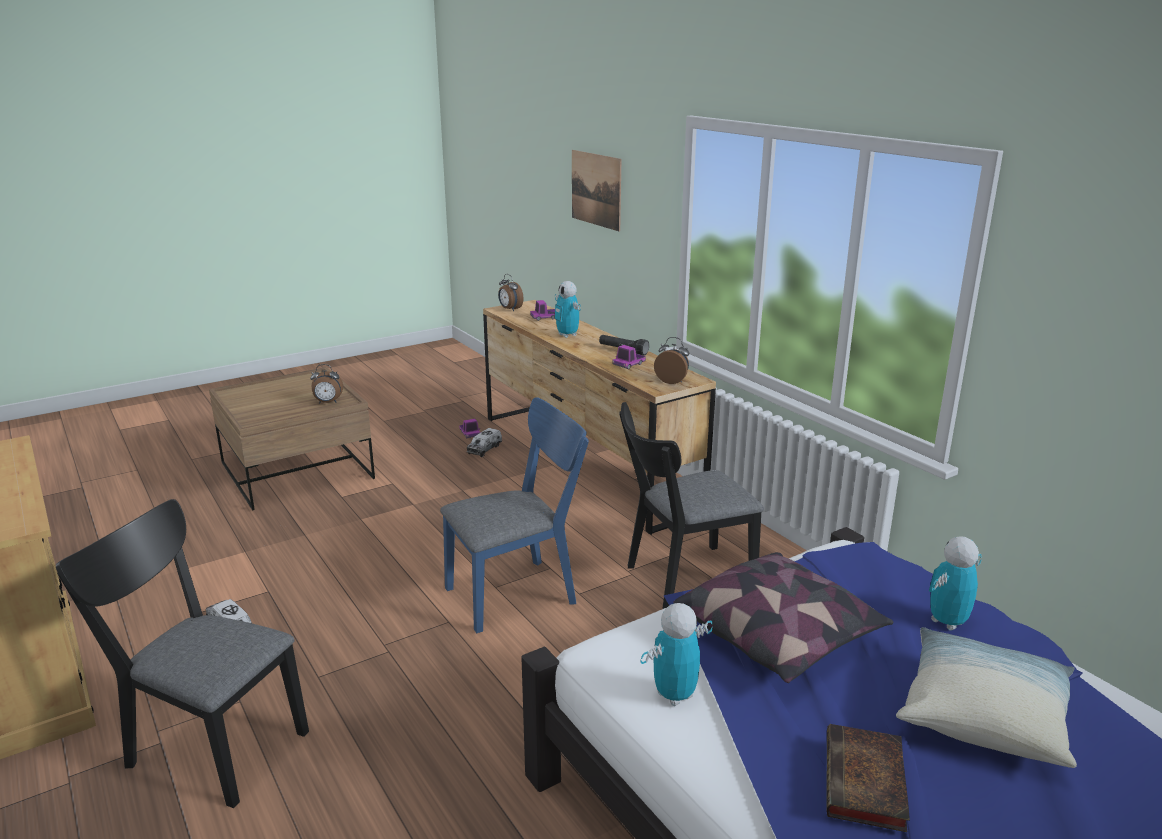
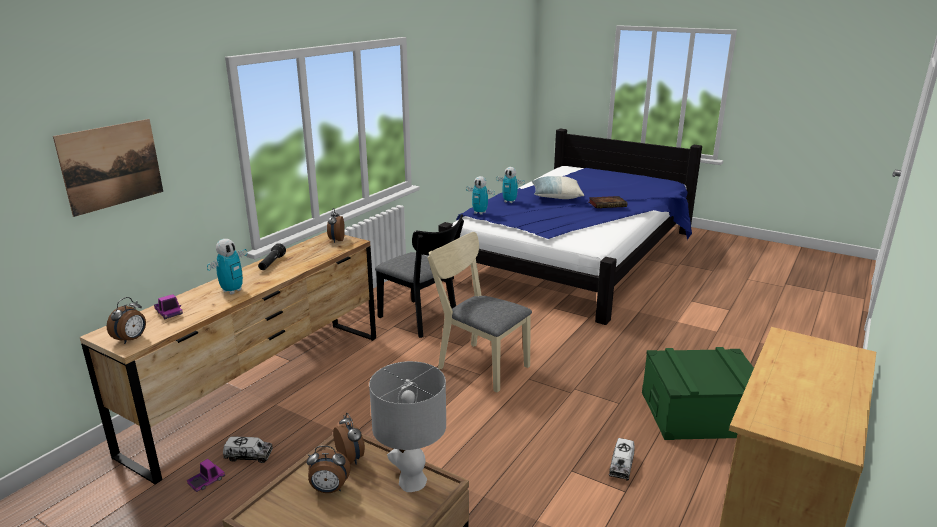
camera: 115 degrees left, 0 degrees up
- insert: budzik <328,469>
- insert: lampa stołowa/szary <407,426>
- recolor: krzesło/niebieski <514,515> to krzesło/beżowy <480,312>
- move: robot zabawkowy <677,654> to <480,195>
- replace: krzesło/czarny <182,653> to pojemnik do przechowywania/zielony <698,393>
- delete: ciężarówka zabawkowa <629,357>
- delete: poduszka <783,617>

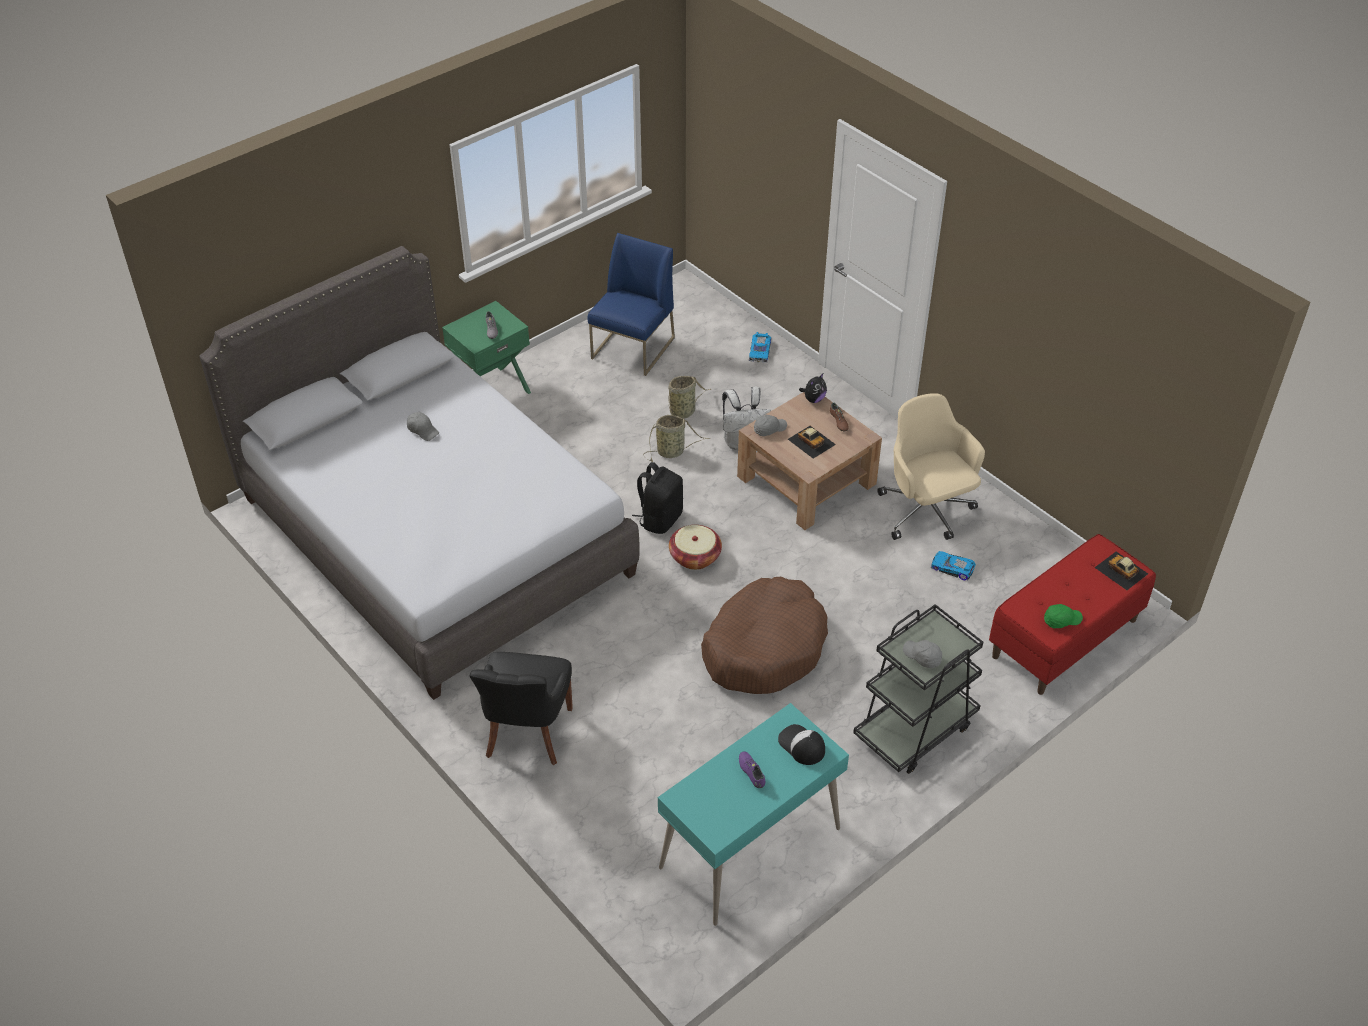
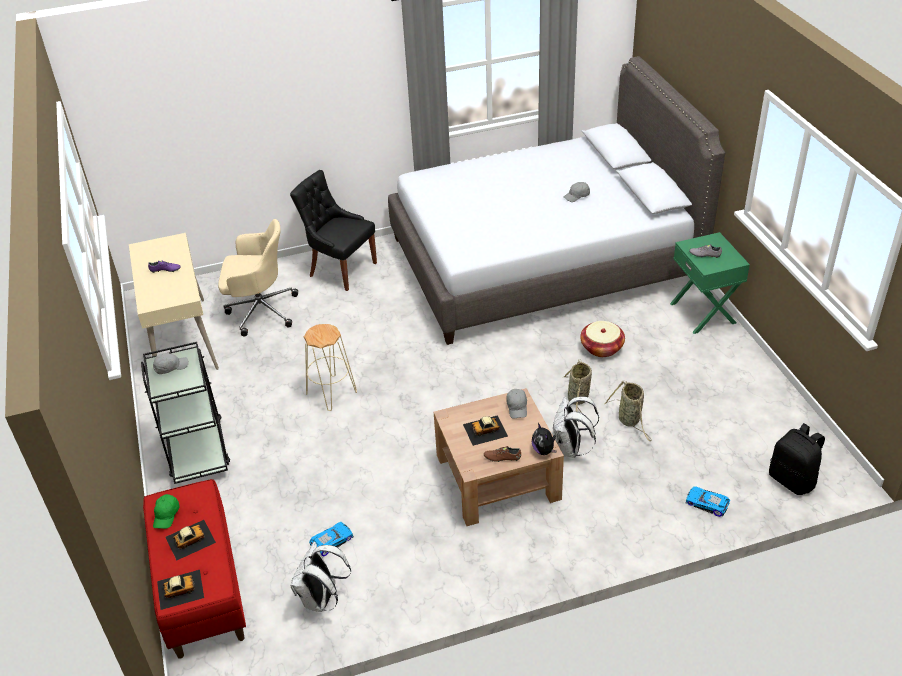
camera: 115 degrees right, 5 degrees down
- recolor: biurko/turkusowy <753,814> to biurko/beżowy <174,301>
- insert: samochodzik <191,540>
- move: krzesło biurowe/beżowy <931,466> to <258,278>
- insert: plecak/biały <321,576>
- replace: legowisko/brązowy <764,635> to stołek/beżowy <330,367>
- move: koszyk <695,547> to <602,339>
- move: plecak/czarny <657,498> to <797,459>
- delete: krzesło/niebieski <631,304>
- delete: czapka z daszkiem <801,744>

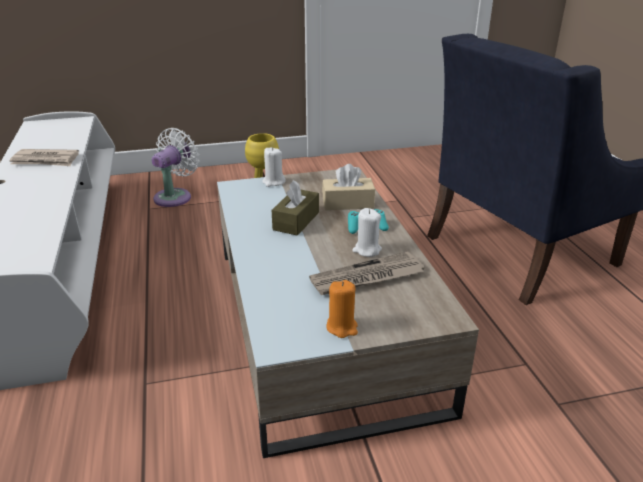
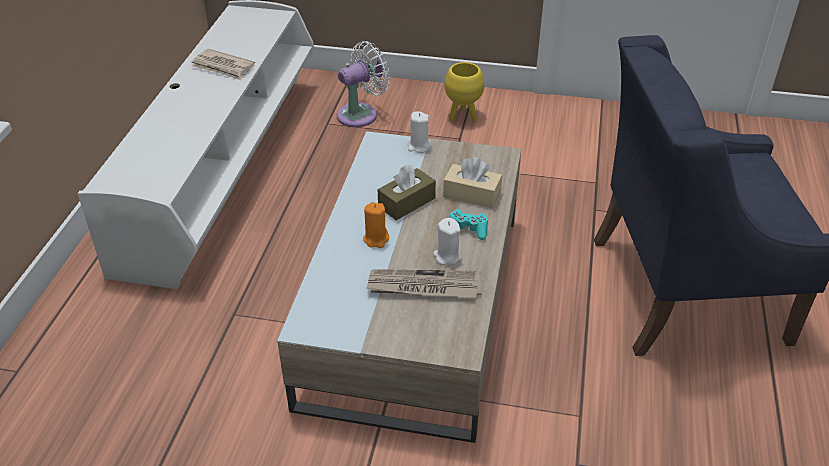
camera: 25 degrees right, 10 degrees up
- move: świeca/pomarańczowy <342,309> to <376,225>

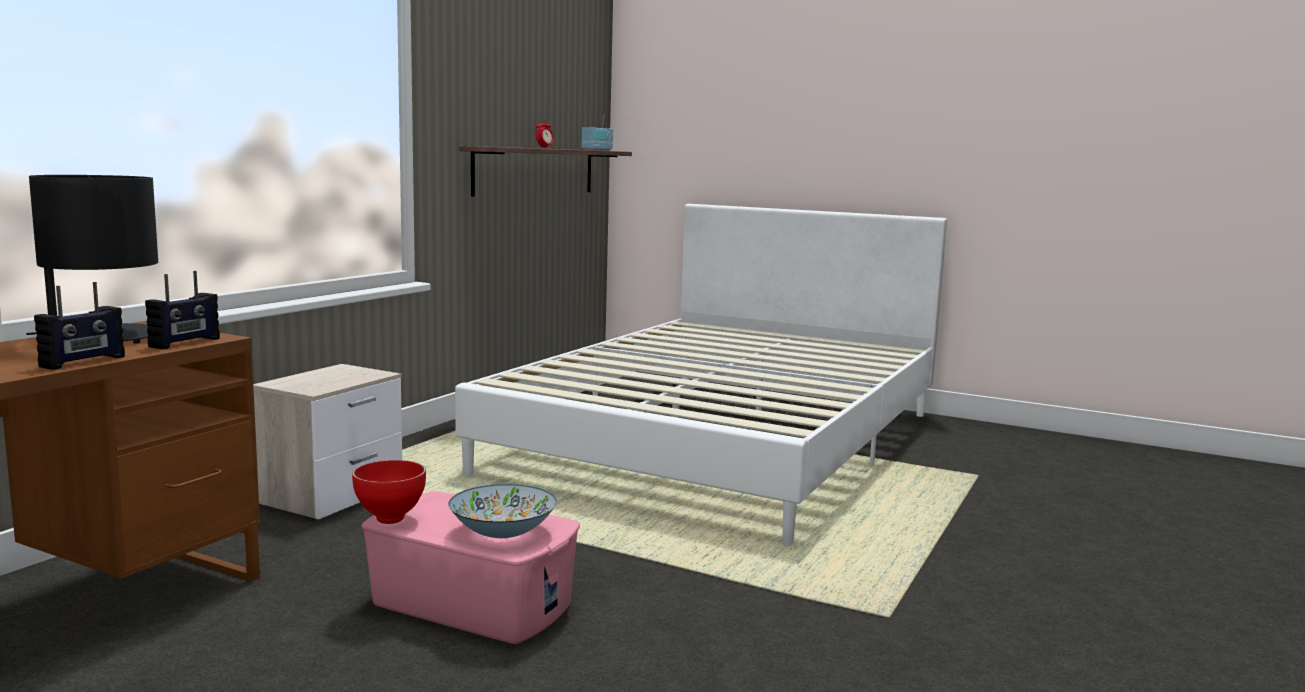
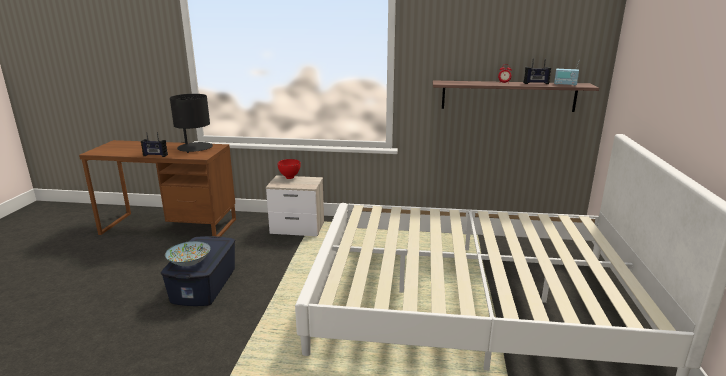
camera: 70 degrees right, 10 degrees up
- recolor: pojemnik do przechowywania/różowy <470,567> to pojemnik do przechowywania/niebieski <198,271>
- move: miska/czerwony <389,492> to <288,169>
- move: radio <182,310> to <537,71>

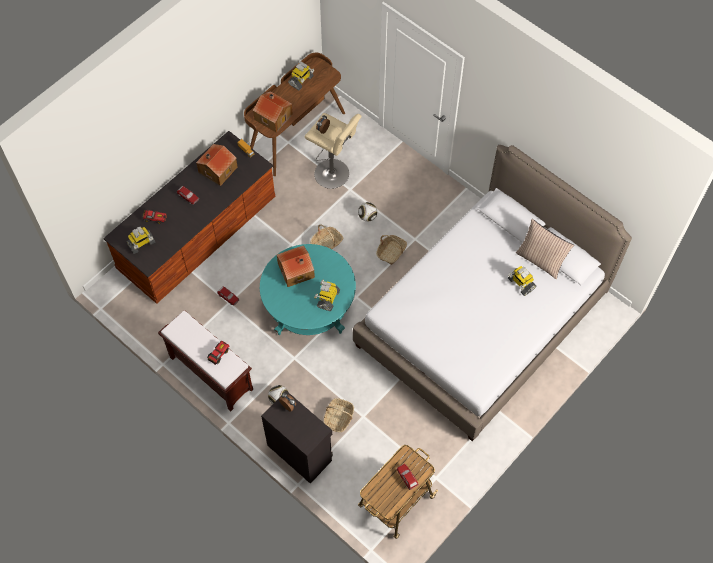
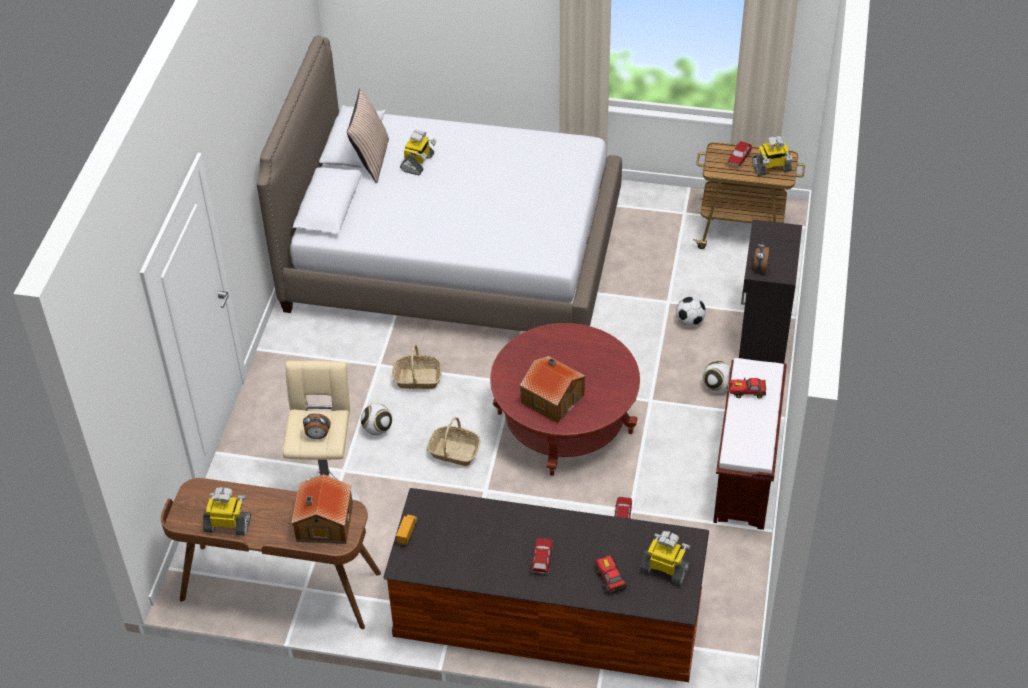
camera: 120 degrees left, 15 degrees down
- recolor: ława/turkusowy <308,289> to ława/czerwony <565,399>
- replace: koszyk <339,415> to piłka futbolowa <691,311>
- move: robot zabawkowy <327,295> to <772,156>
- delete: domek <217,165>

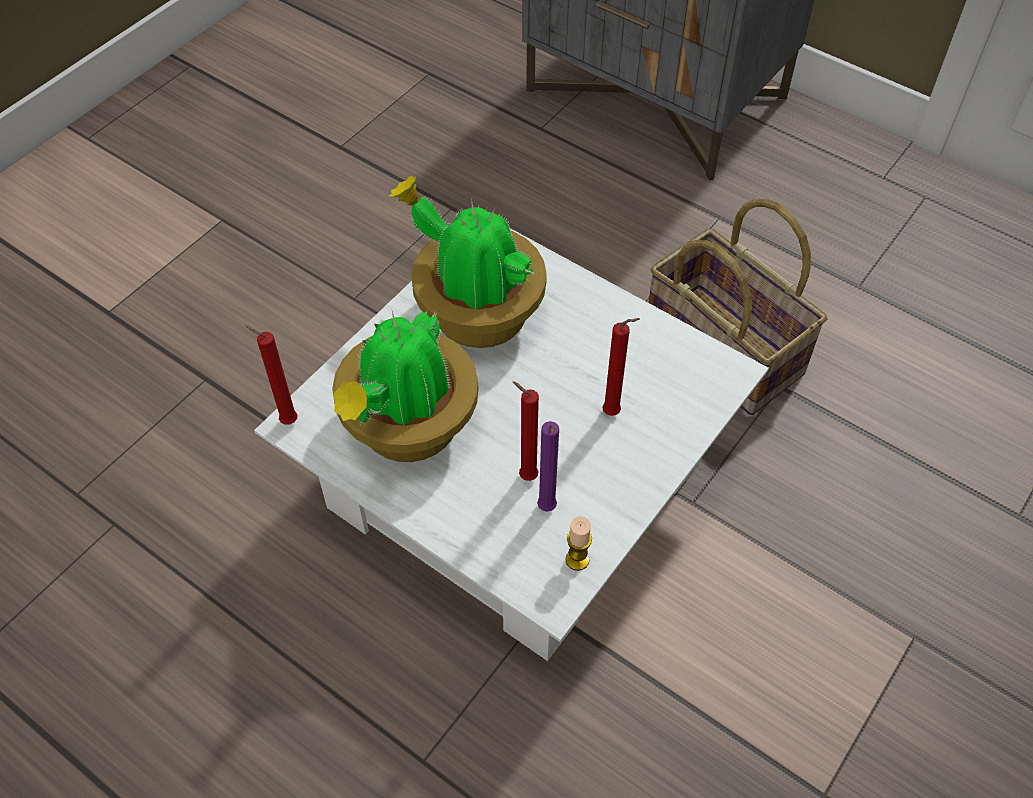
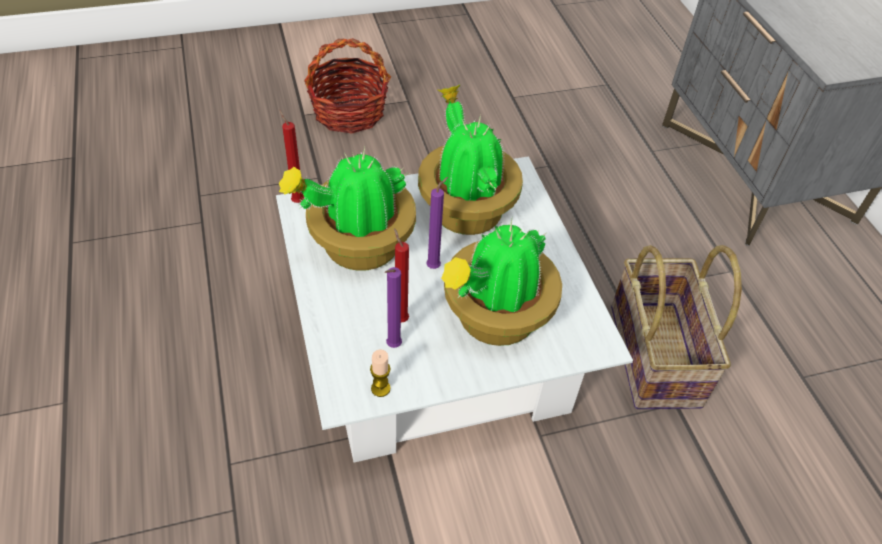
camera: 35 degrees right, 5 degrees down
- insert: koszyk <347,86>
- insert: świeca/fioletowy <437,223>
- replace: świeca/czerwony <621,367> to roślina doniczkowa <501,282>

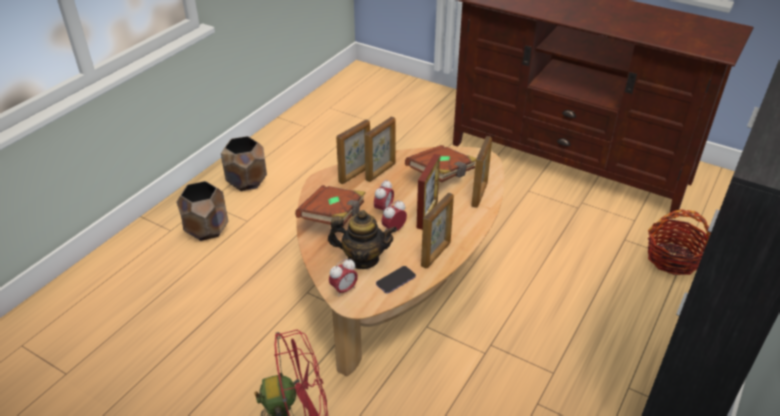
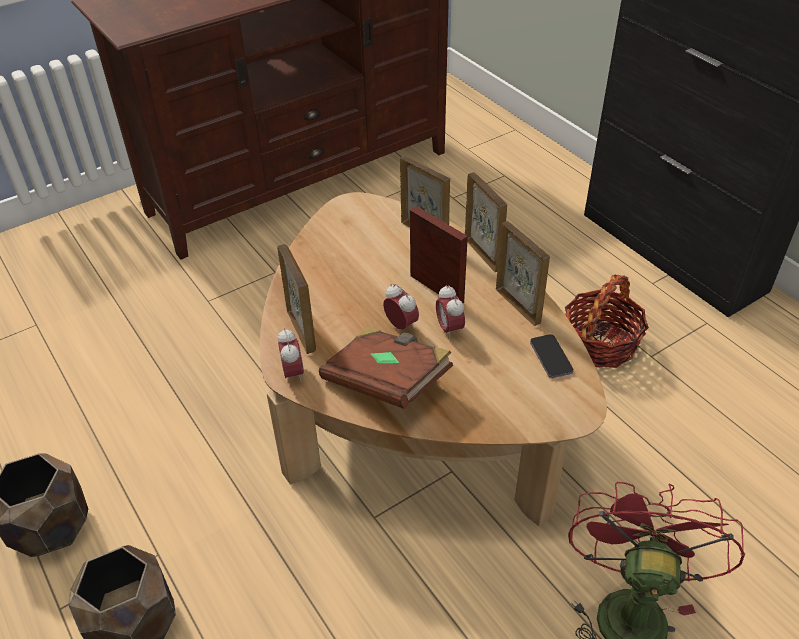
camera: 65 degrees left, 5 degrees up
- move: budzik <343,278> to <290,355>
- move: ramka na zdjęcie <380,149> to <486,222>
- move: koszyk <679,242> to <607,321>
- delete: imbryk <362,239>
- delete: książka/brązowy <440,163>

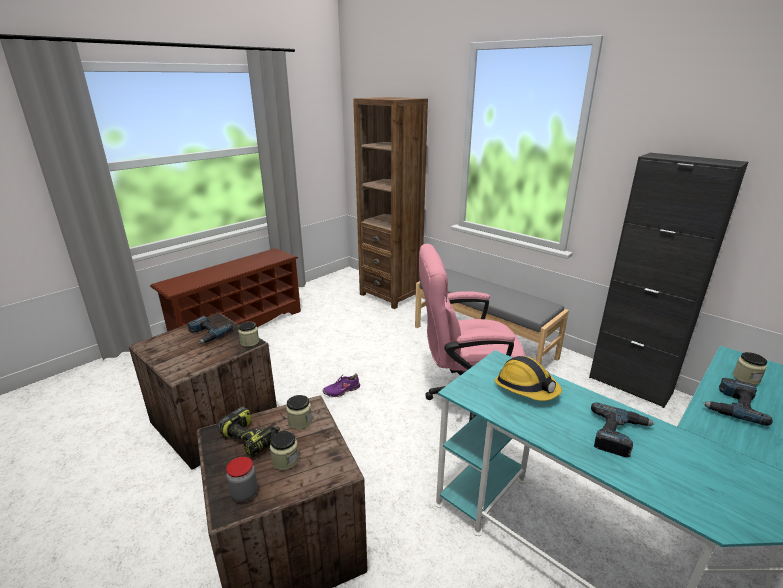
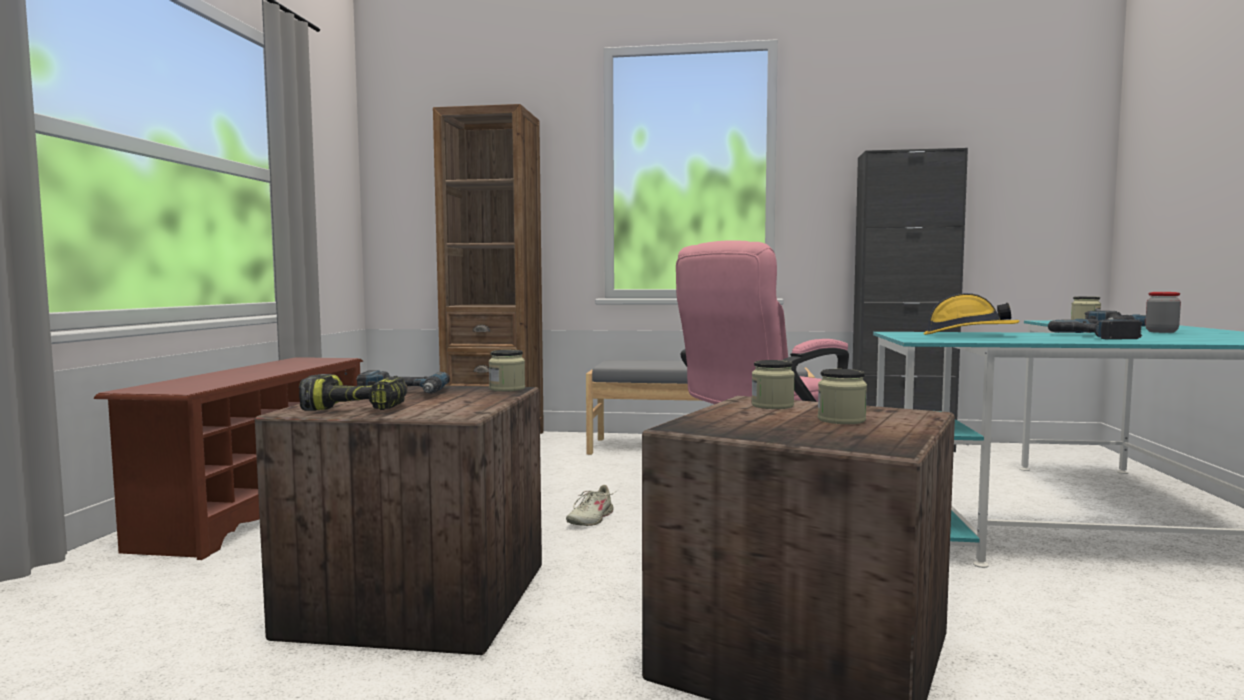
camera: 35 degrees left, 20 degrees down
- move: wiertarka <249,432> to <353,392>
- recolor: but/fioletowy <341,385> to but/beżowy <590,505>
- move: słoik <242,479> to <1163,312>

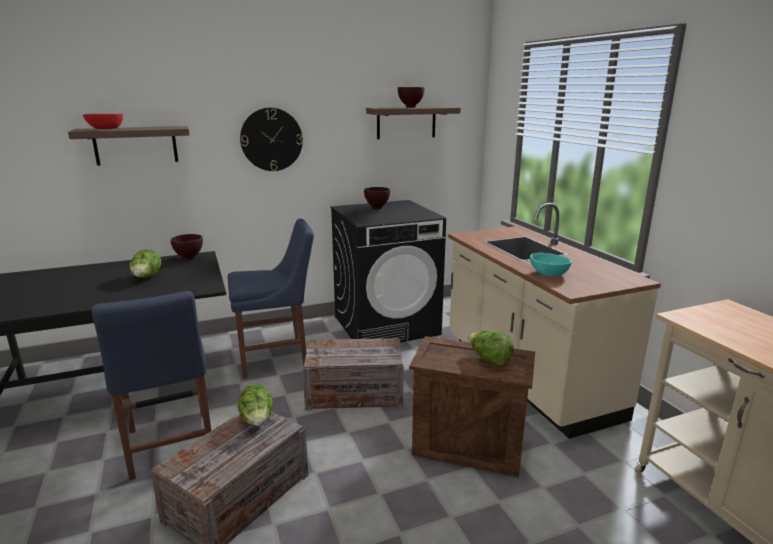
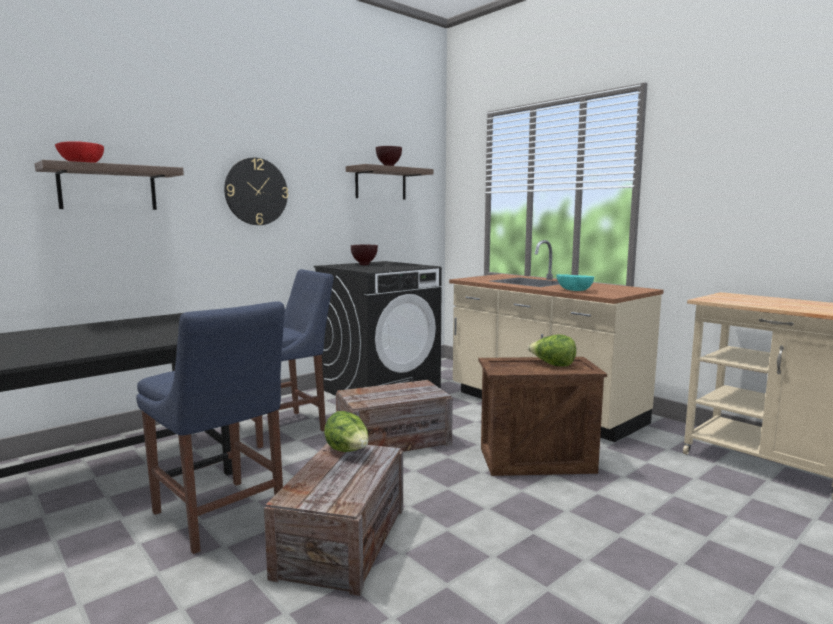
camera: 20 degrees left, 10 degrees down
- delete: sałata <145,263>
- delete: miska/brązowy <186,247>

